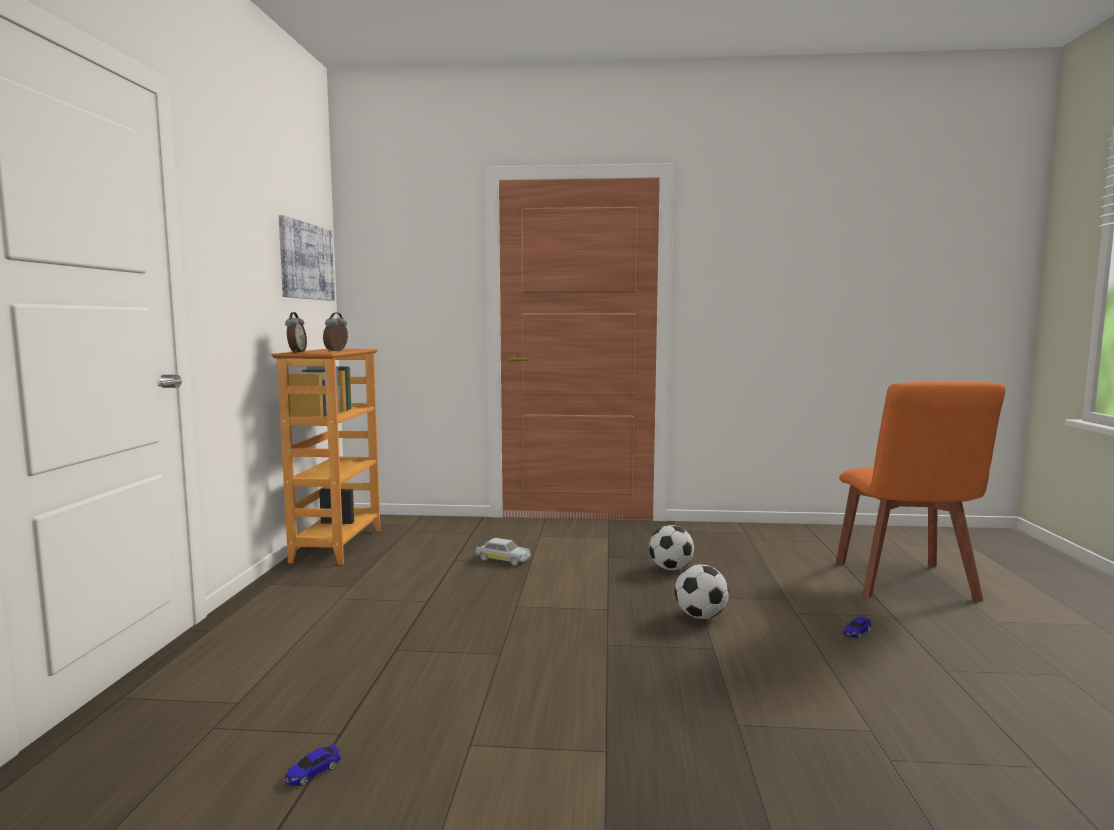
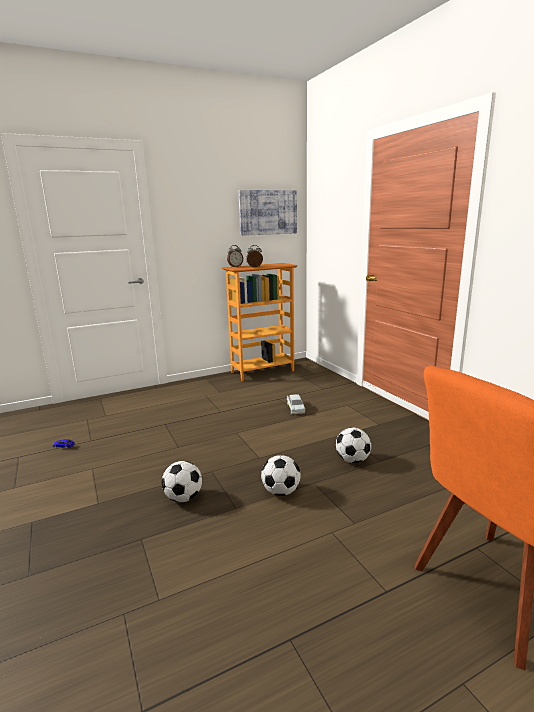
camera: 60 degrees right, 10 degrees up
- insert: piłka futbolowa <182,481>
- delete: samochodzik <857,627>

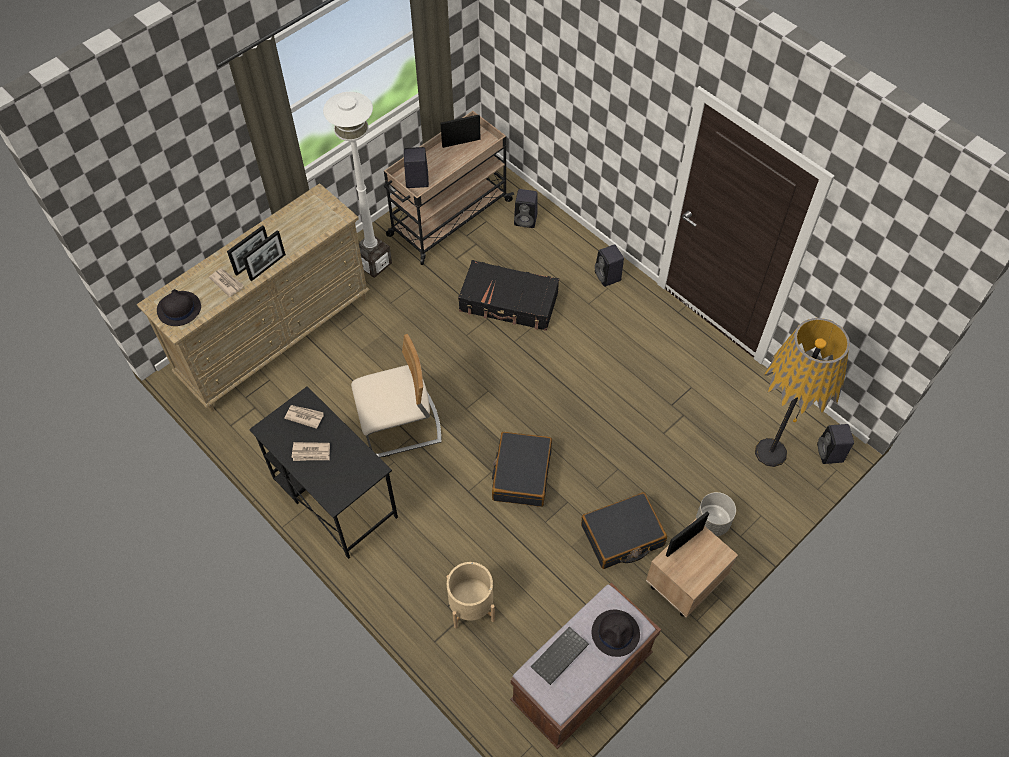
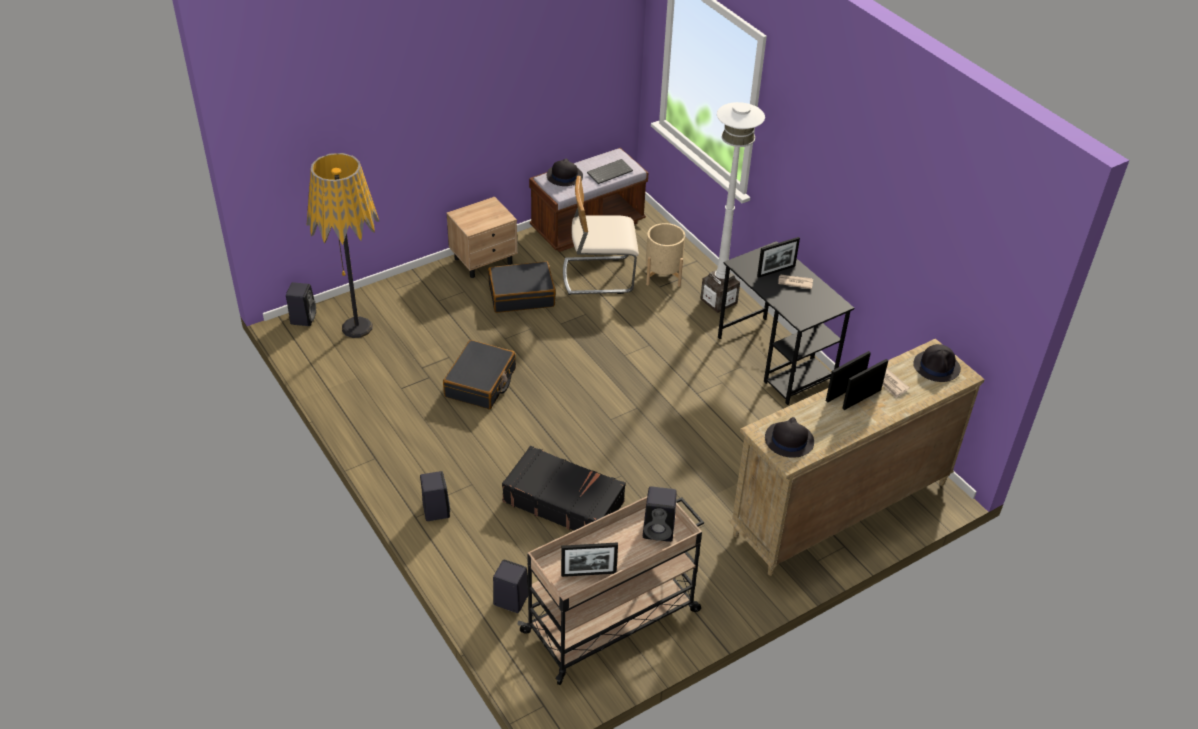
camera: 170 degrees left, 15 degrees down
- move: walizka/czarny <522,469> to <479,374>
- move: krzesło/beżowy <396,396> to <601,235>
- move: lampa stojąca/biały <357,185> to <732,207>
- move: ramka na zdjęcie <687,534> to <778,257>
- insert: kapelusz/czarny <789,437>
- delete: gazeta <304,417>
- delete: donica/szary <716,514>

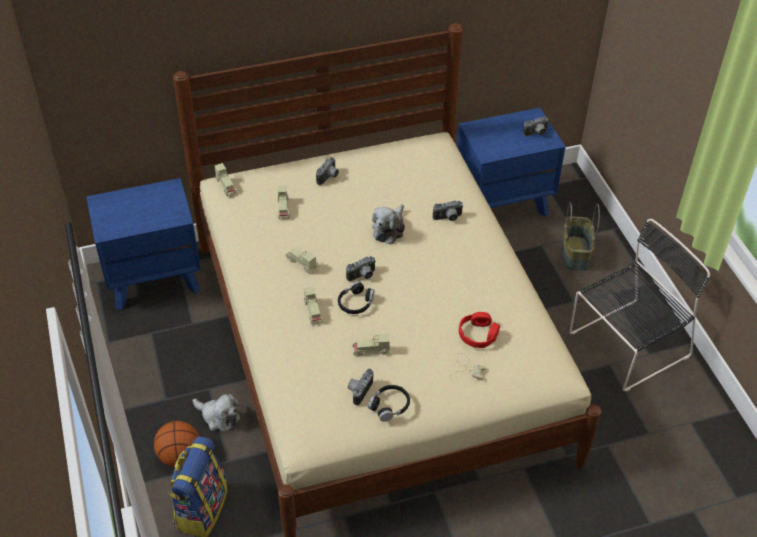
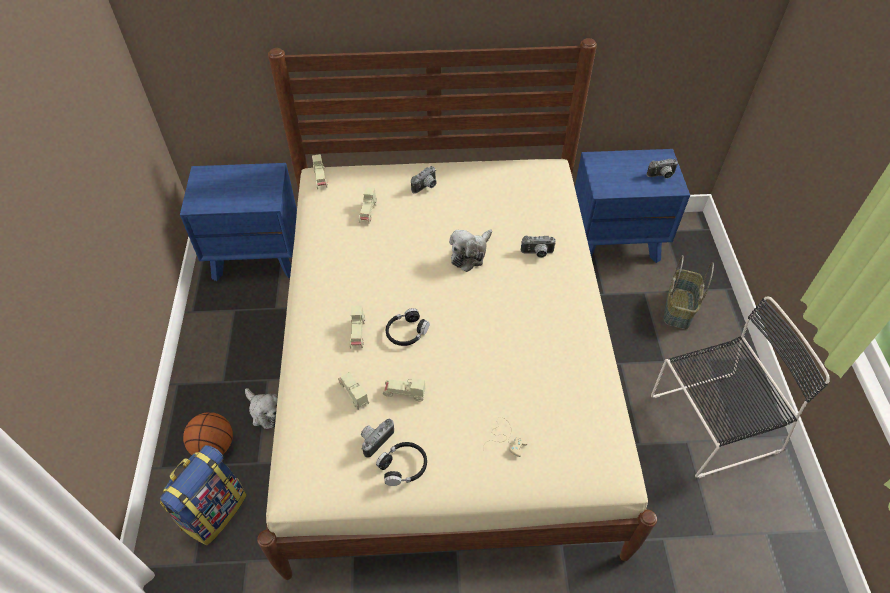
camera: 15 degrees right, 5 degrees up
- move: samochodzik/beżowy <301,260> to <353,391>
- delete: aparat fotograficzny <360,268>
- delete: słuchawki/czerwony <479,330>

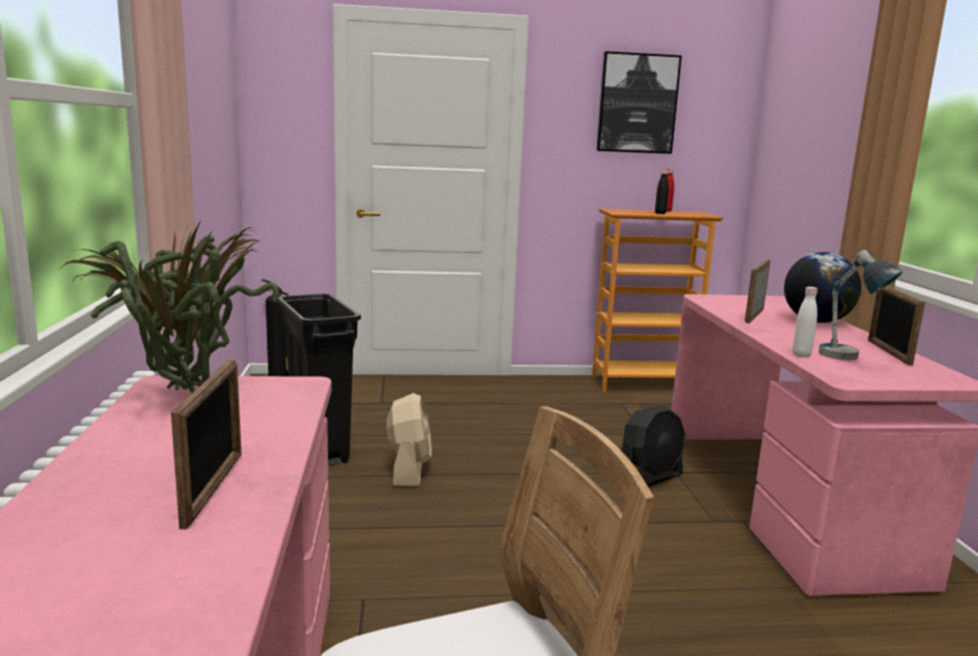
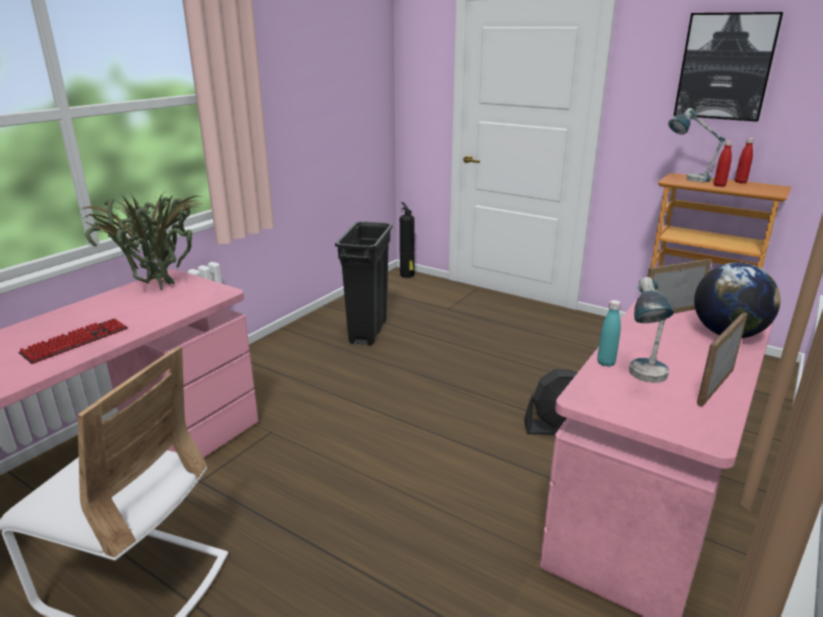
camera: 40 degrees right, 10 degrees up
- replace: ramka na zdjęcie <206,444> to klawiatura <73,341>
- recolor: butelka/biały <805,322> to butelka/turkusowy <609,333>
- insert: lampa stołowa <696,145>
- recolor: butelka/czarny <662,192> to butelka/czerwony <723,163>
- delete: wentylator/beżowy <409,439>

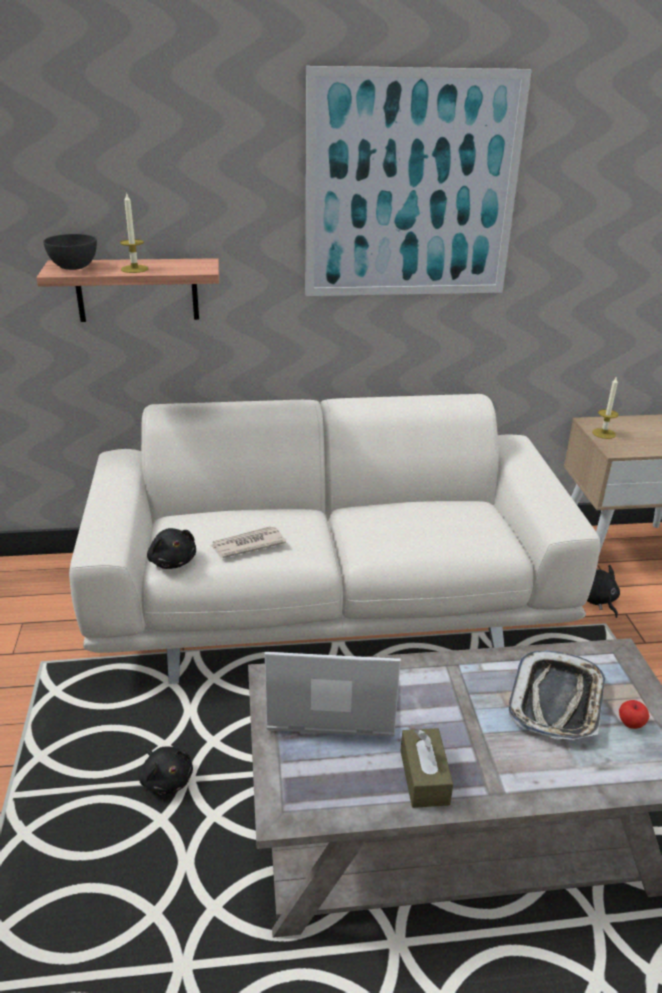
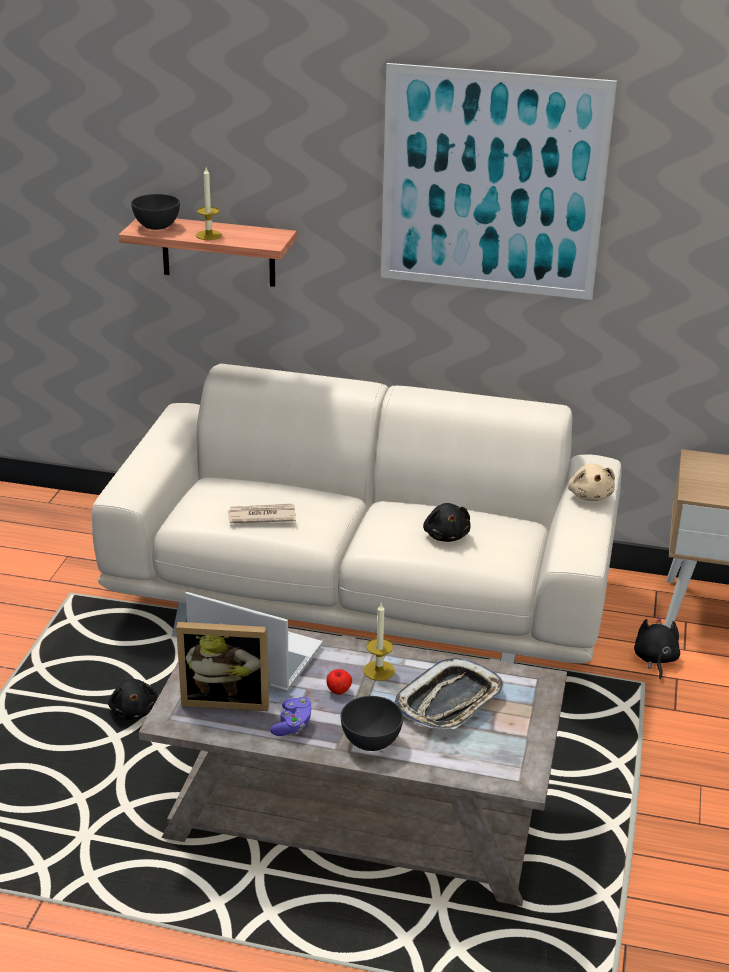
camera: 20 degrees right, 0 degrees up
- insert: ramka na zdjęcie <222,666>
- replace: pudełko chusteczek/brązowy <426,768> to pad do gier/fioletowy <291,716>
- move: jabłko <634,714> to <339,682>
- insert: miska/szary <372,723>
- move: świeca <605,407> to <379,642>
- move: pluszak/czarny <171,548> to <446,522>
- insert: pluszak/beżowy <591,482>

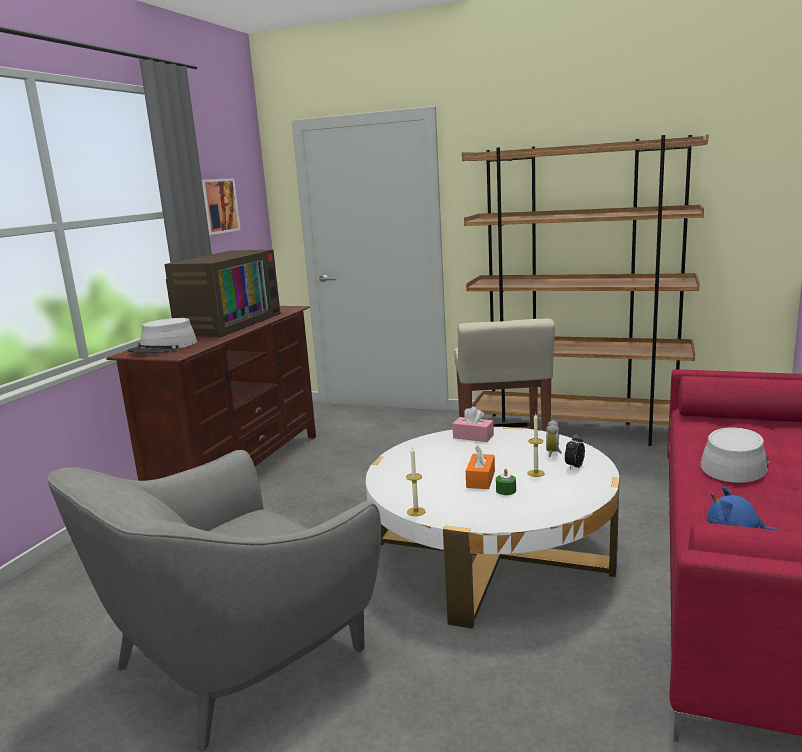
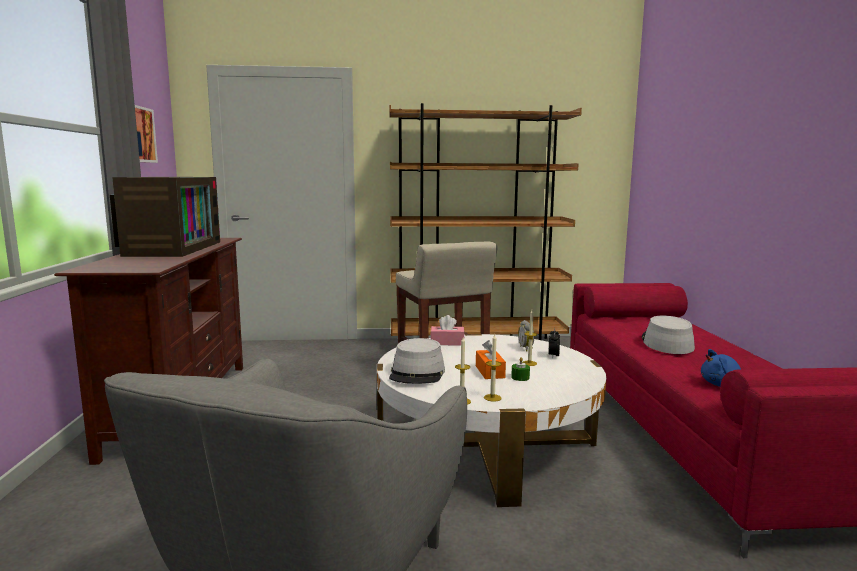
camera: 25 degrees left, 5 degrees down
- move: kapelusz/szary <162,335> to <417,361>
- insert: świeca <493,368>

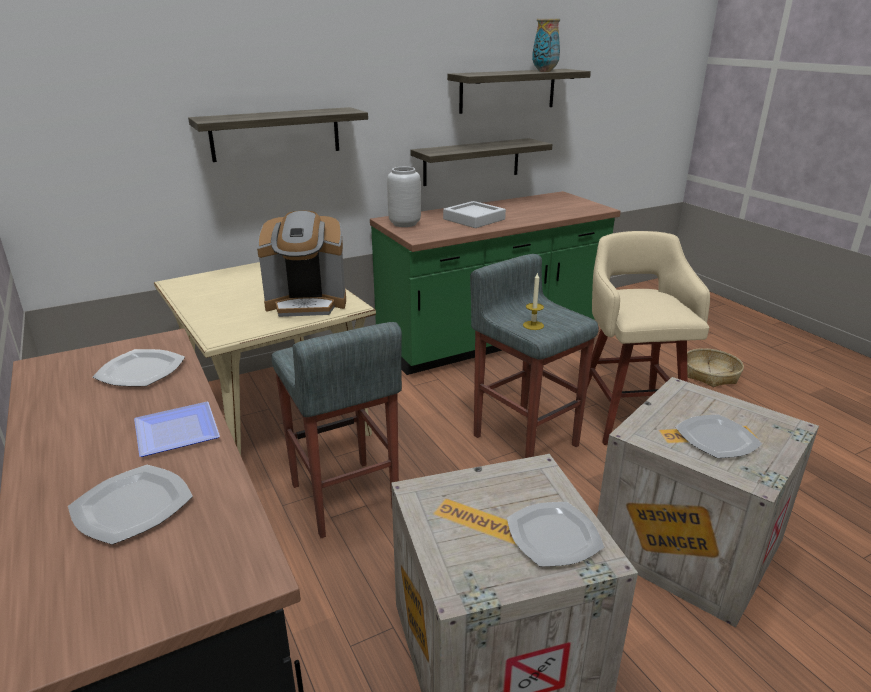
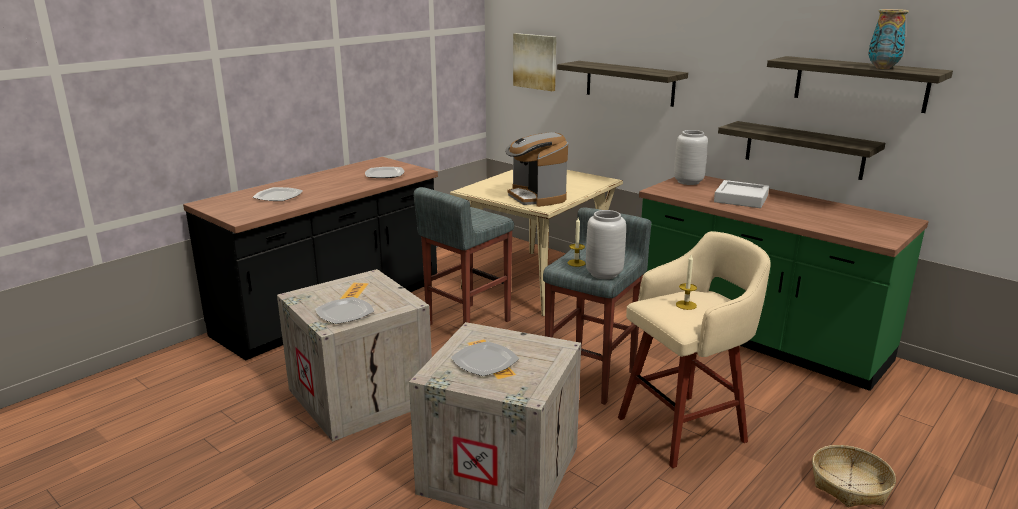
camera: 70 degrees right, 5 degrees down
- insert: obraz <535,62>
- insert: wazon/szary <606,244>
- insert: świeca <686,282>
- delete: talerz <177,429>

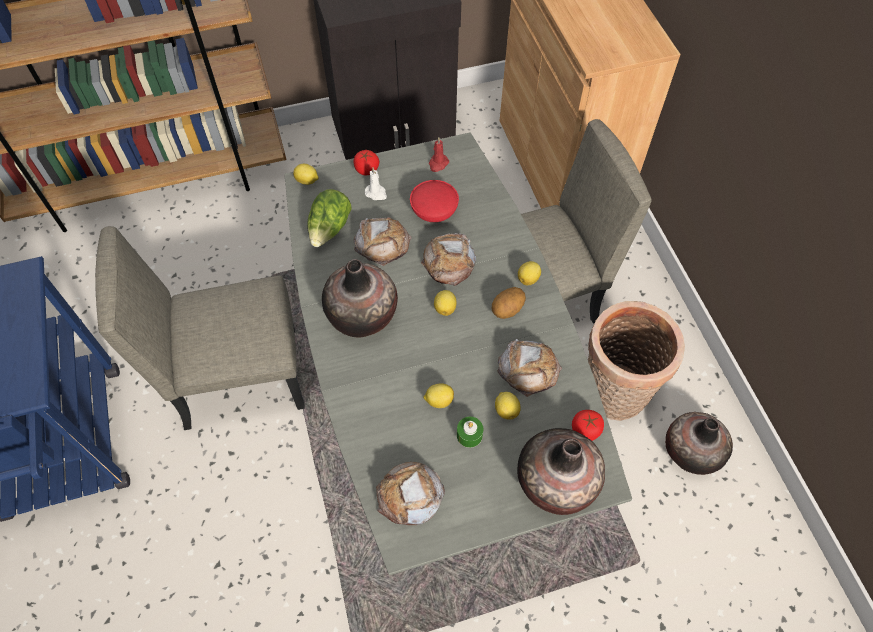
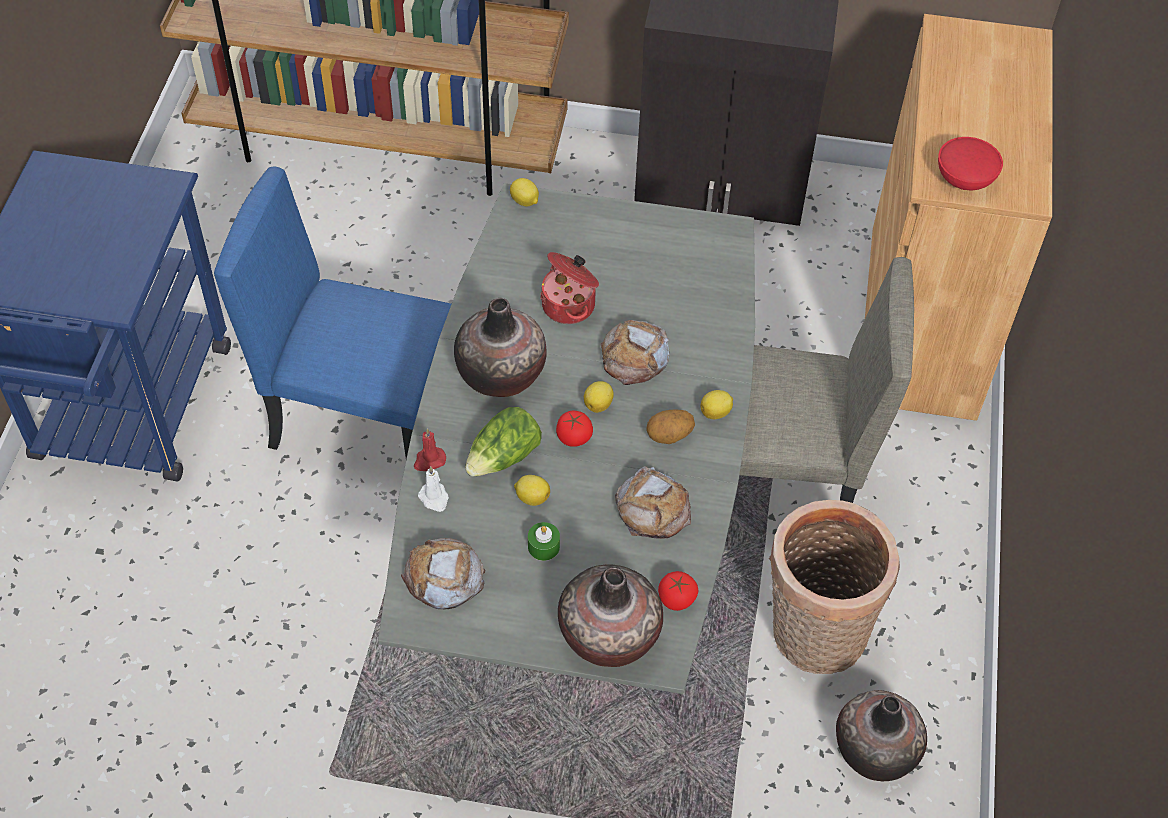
camera: 25 degrees right, 5 degrees down
- recolor: krzesło/beżowy <200,328> to krzesło/niebieski <332,313>
- move: świeca/czerwony <439,154> to <430,449>
- move: świeca/biały <376,184> to <433,489>
- move: sałata <329,218> to <503,442>
- replace: chleb <383,241> to garnek <569,288>
- move: pomidor <366,163> to <574,429>
- move: miska/czerwony <434,201> to <970,164>
- delete: cytryna <508,406>

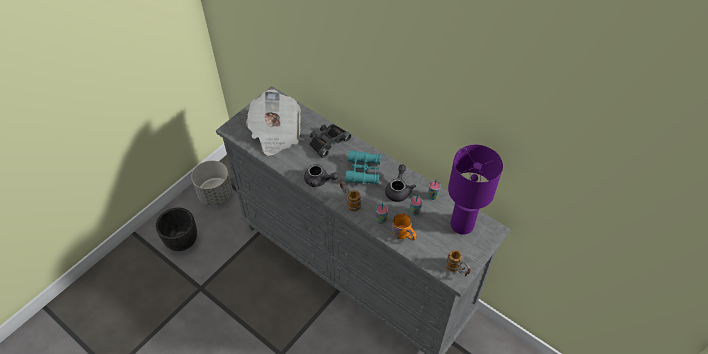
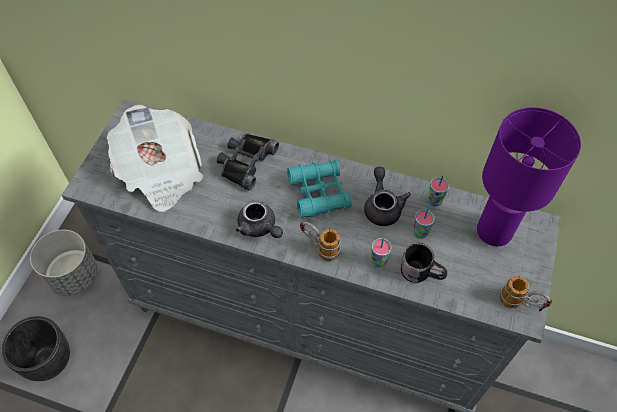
camera: 20 degrees left, 5 degrees up
- rotate: imbryk/szary <321,175> = <259,219> 45 degrees clockwise
- recolor: kubek/pomarańczowy <404,226> to kubek/czarny <424,263>

